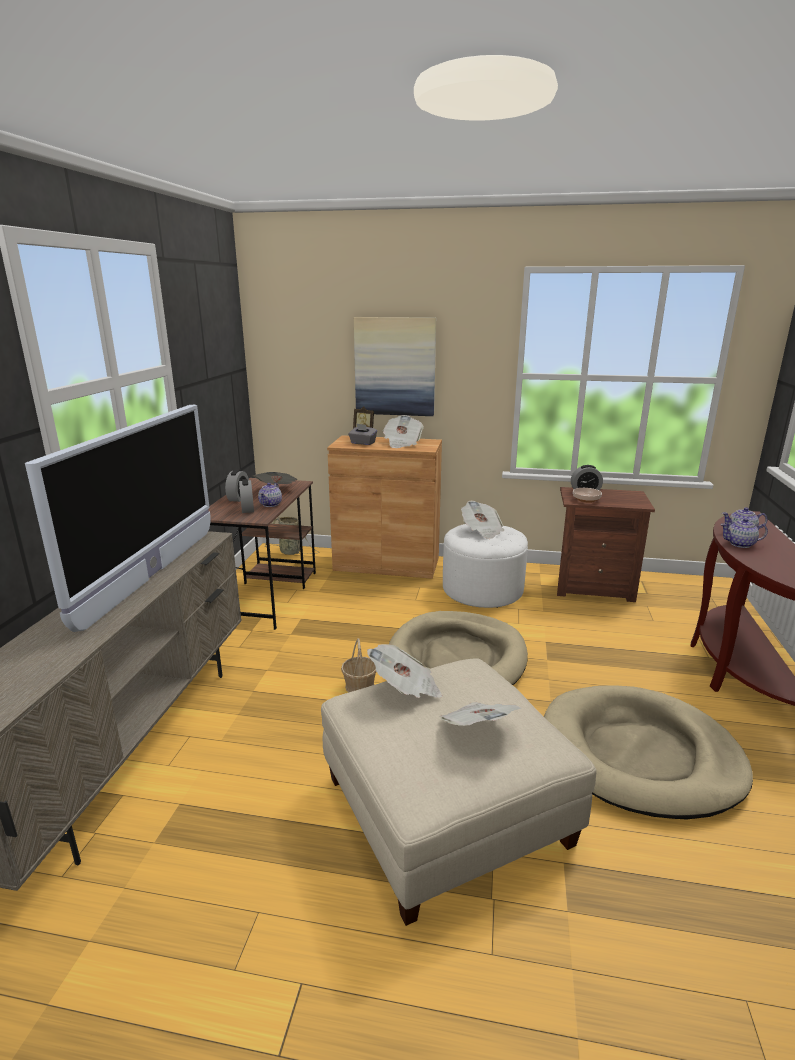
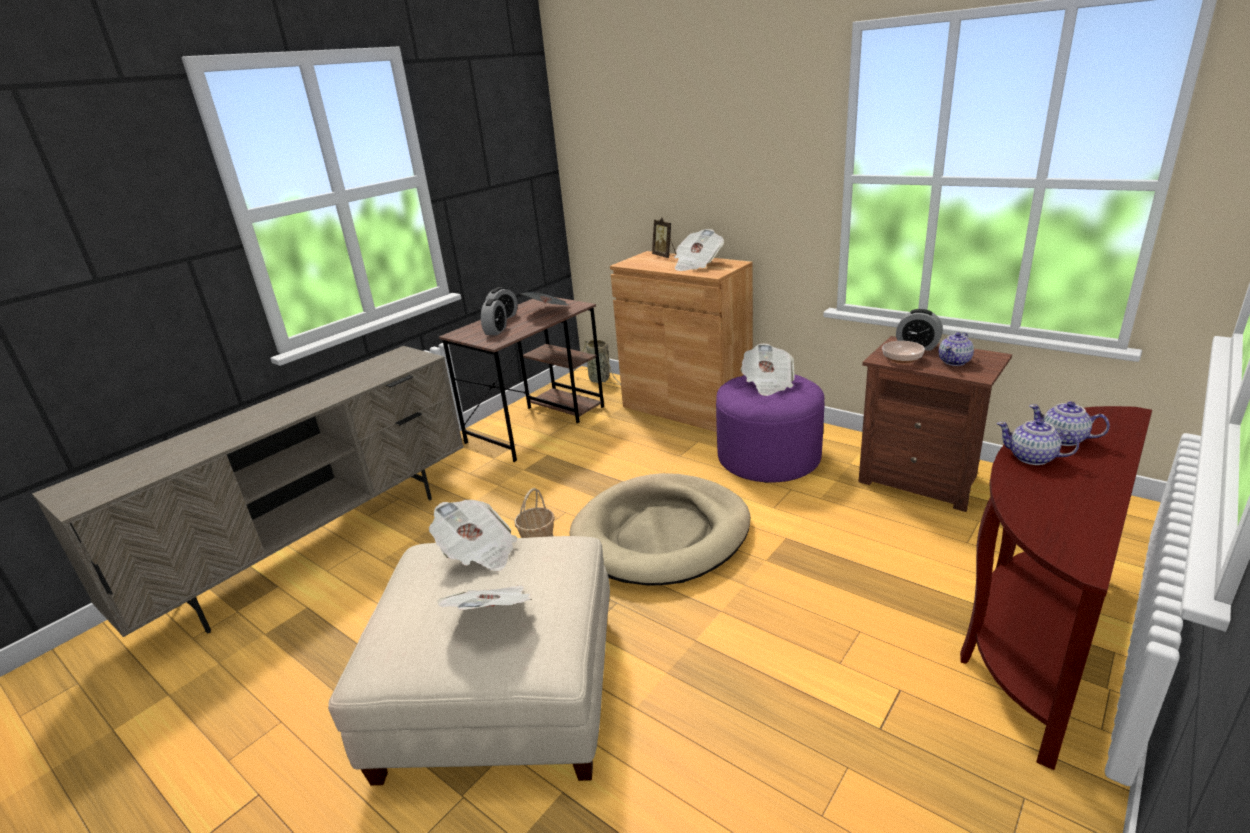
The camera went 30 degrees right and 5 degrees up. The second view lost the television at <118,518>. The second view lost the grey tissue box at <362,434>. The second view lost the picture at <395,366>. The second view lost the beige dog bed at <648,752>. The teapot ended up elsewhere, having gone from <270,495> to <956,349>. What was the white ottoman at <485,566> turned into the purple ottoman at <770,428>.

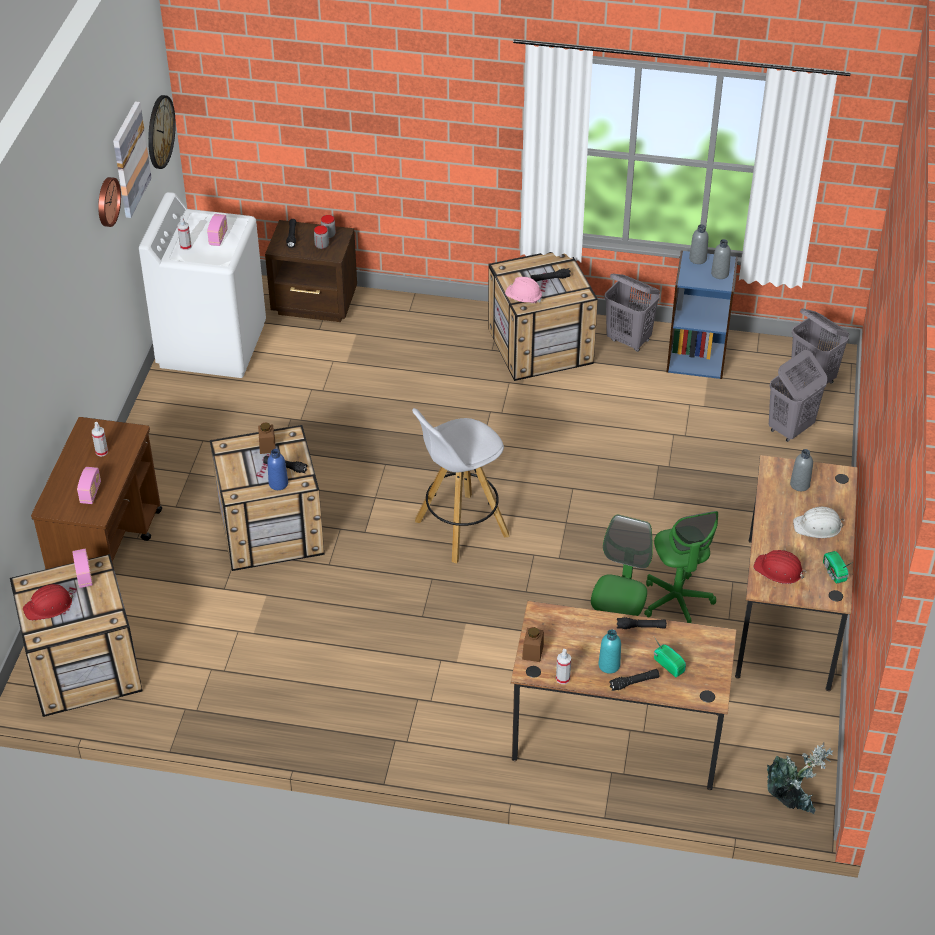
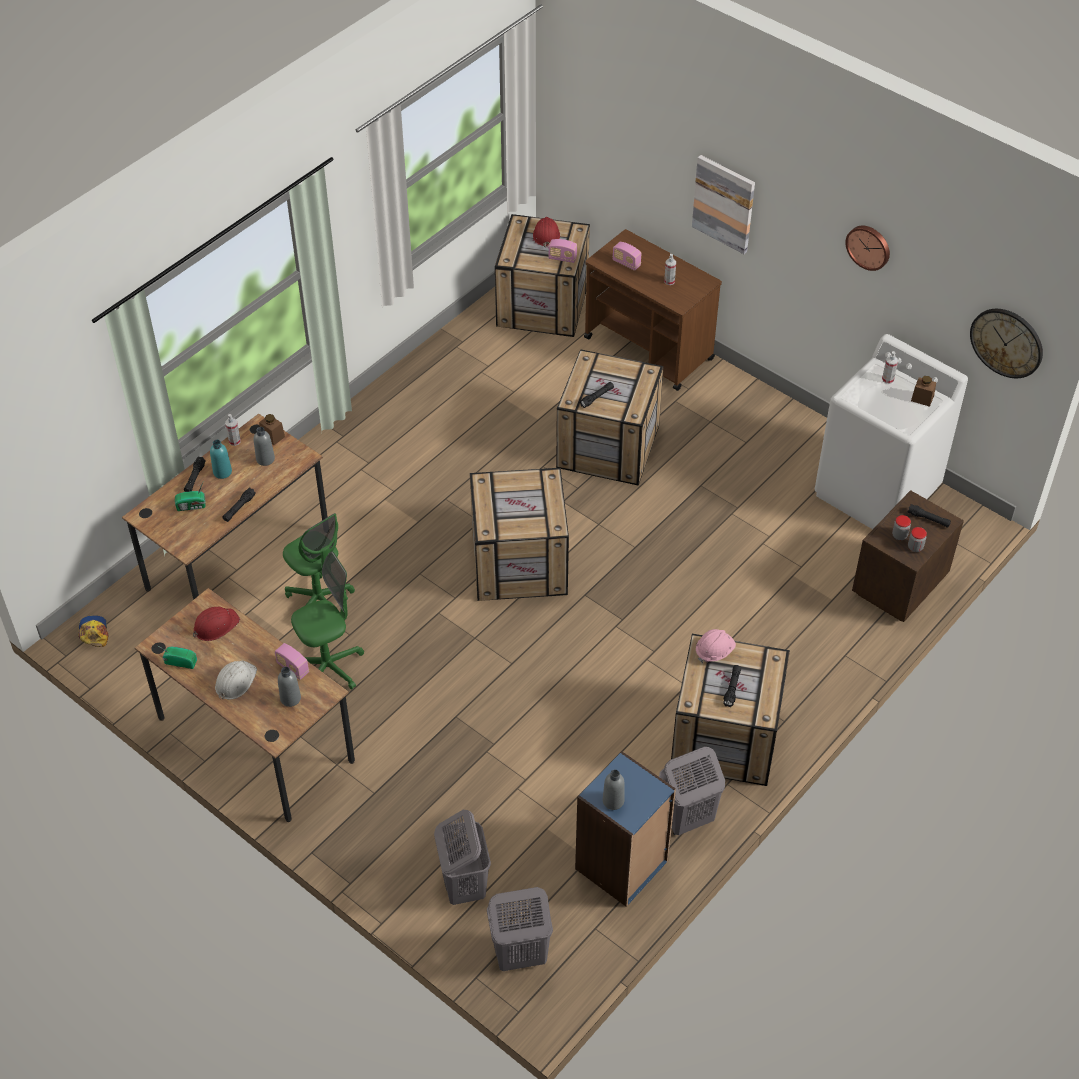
The camera went 120 degrees right and 5 degrees up. The second view lost the blue bottle at <277,469>. The picture ended up elsewhere, having gone from <132,159> to <723,204>. The radio ended up elsewhere, having gone from <217,230> to <292,661>. The brown jar ended up elsewhere, having gone from <267,438> to <923,391>. The grey bottle ended up elsewhere, having gone from <698,244> to <264,446>. Where the white stool stood at <460,486>, the crate came to stand at <519,534>. Where the potted plant stood at <800,778>, the cap came to stand at <93,631>. The green office chair at <681,567> ended up facing another way, 135 degrees clockwise from before.

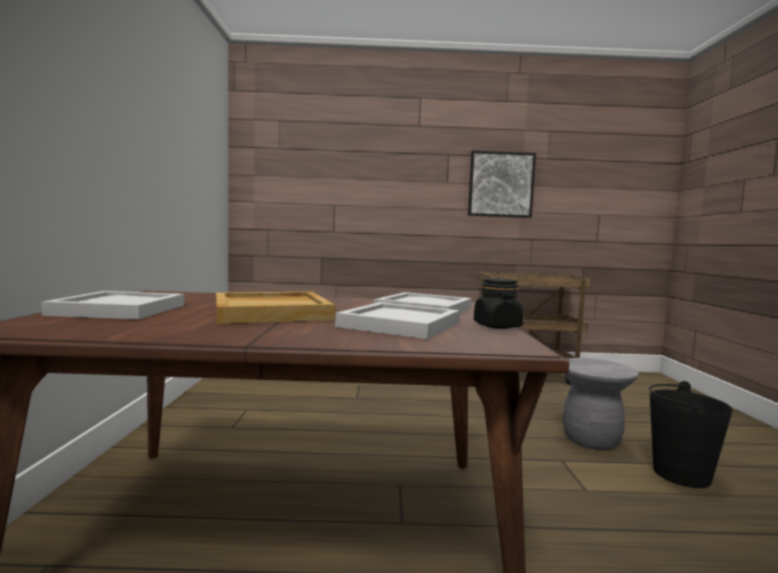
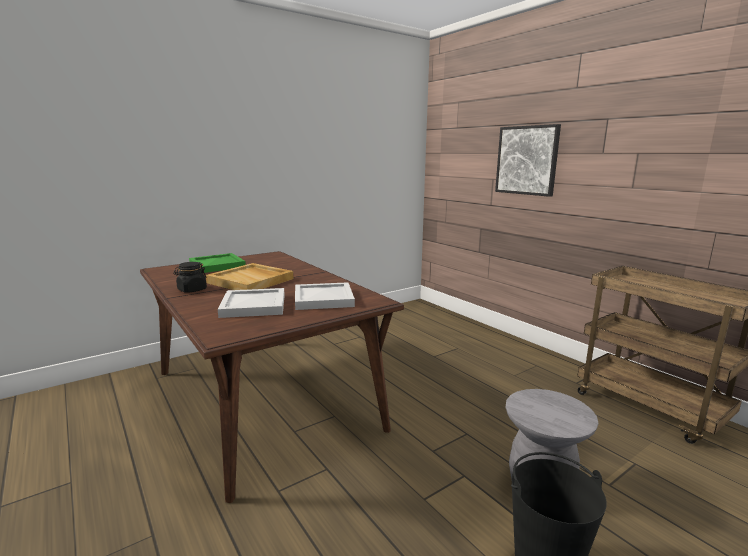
The camera went 55 degrees right and 10 degrees up. The picture ended up elsewhere, having gone from <502,184> to <528,160>. The black jar ended up elsewhere, having gone from <499,303> to <190,277>. What was the white tray at <112,305> turned into the green tray at <217,263>.

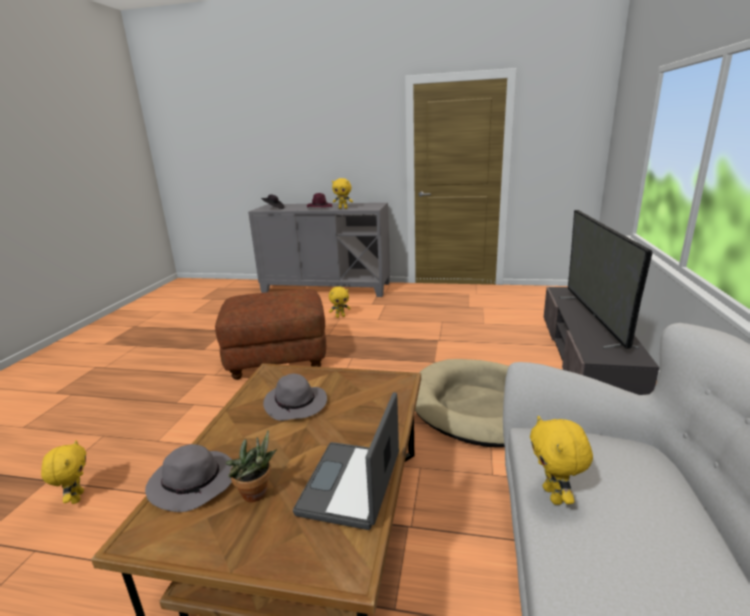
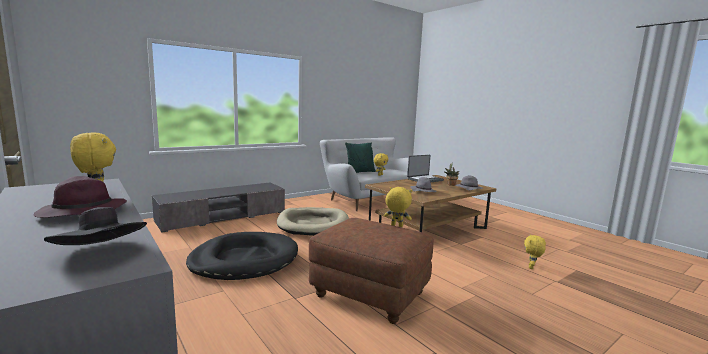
The camera went 140 degrees left and 10 degrees down. The second view lost the television at <606,279>. The second view gained the black dog bed at <242,256>. The second view gained the green pillow at <360,157>. The yellow plush toy ended up elsewhere, having gone from <340,302> to <398,207>.

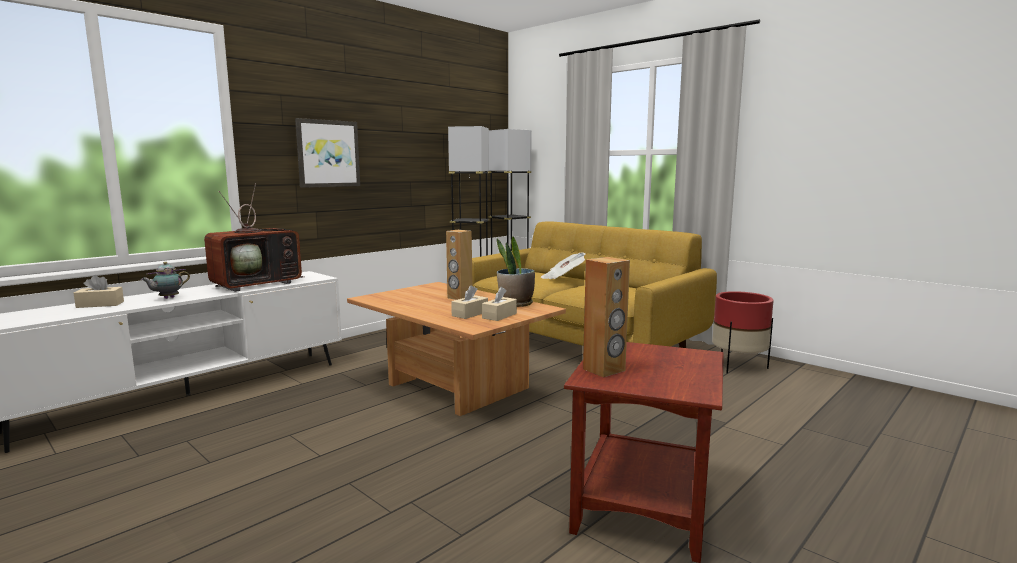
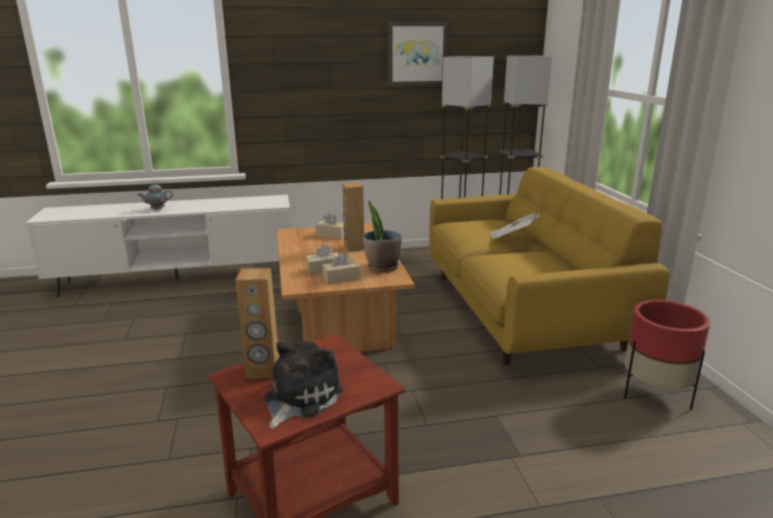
The camera went 35 degrees right and 10 degrees up. The second view lost the television at <254,237>. The second view gained the plush toy at <304,385>. The beige tissue box ended up elsewhere, having gone from <99,291> to <329,226>. The picture ended up elsewhere, having gone from <327,153> to <417,53>.

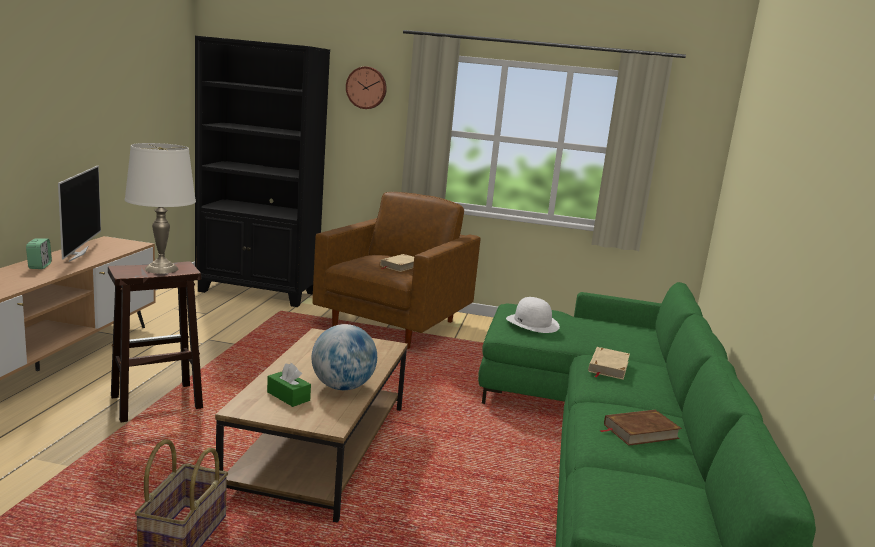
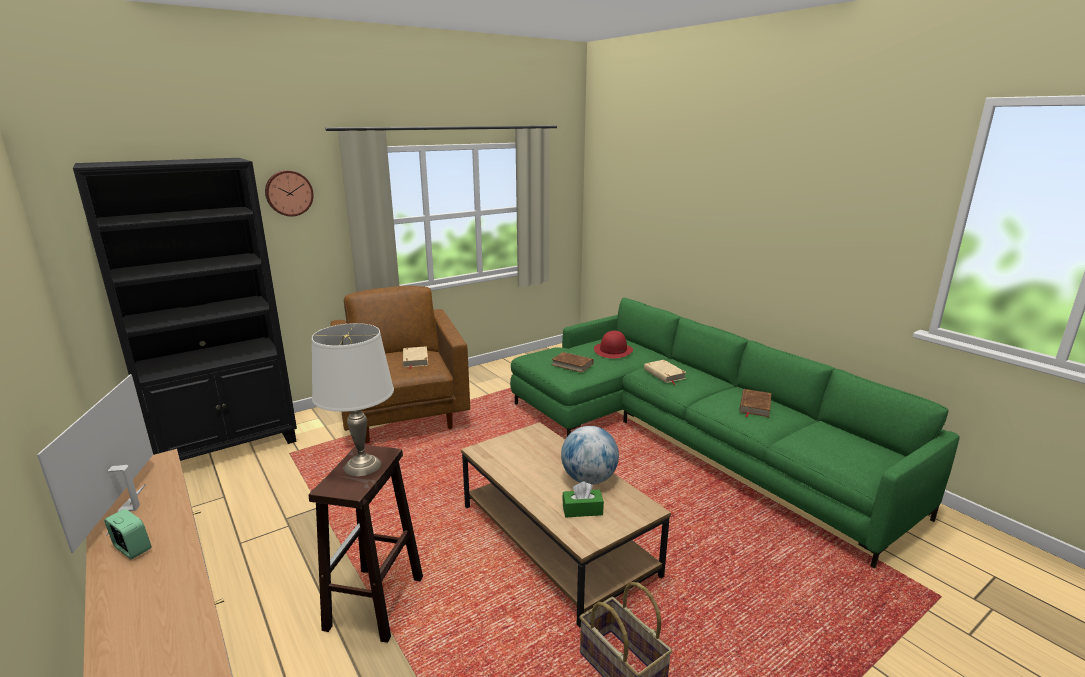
The camera went 45 degrees left and 5 degrees up. The second view gained the red hat at <613,344>. Where the white hat stood at <533,315>, the brown book came to stand at <572,362>. The television at <79,213> ended up facing another way, 135 degrees counterclockwise from before.

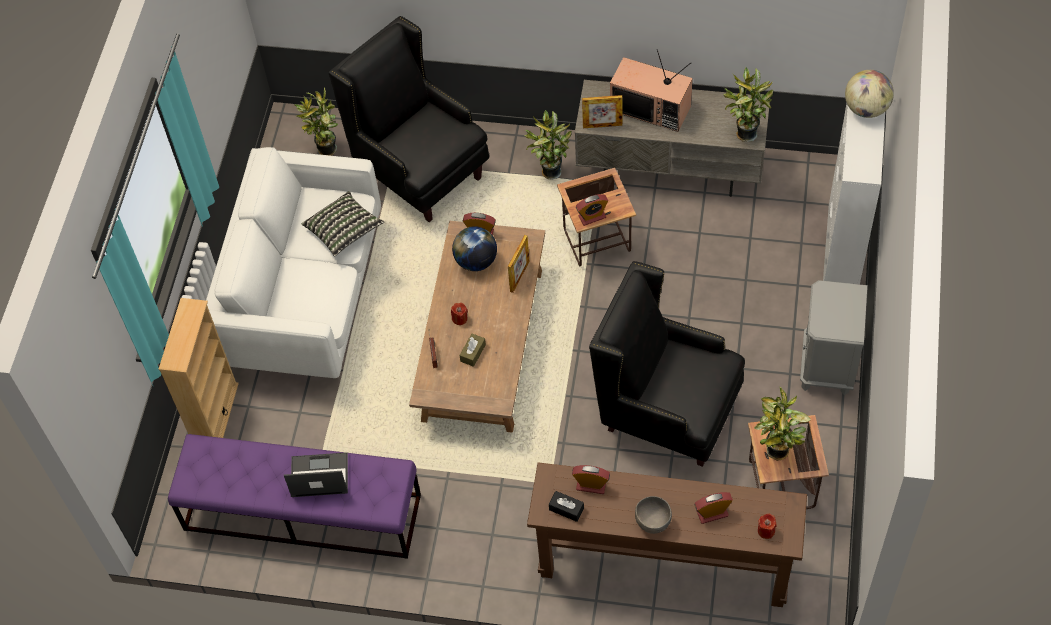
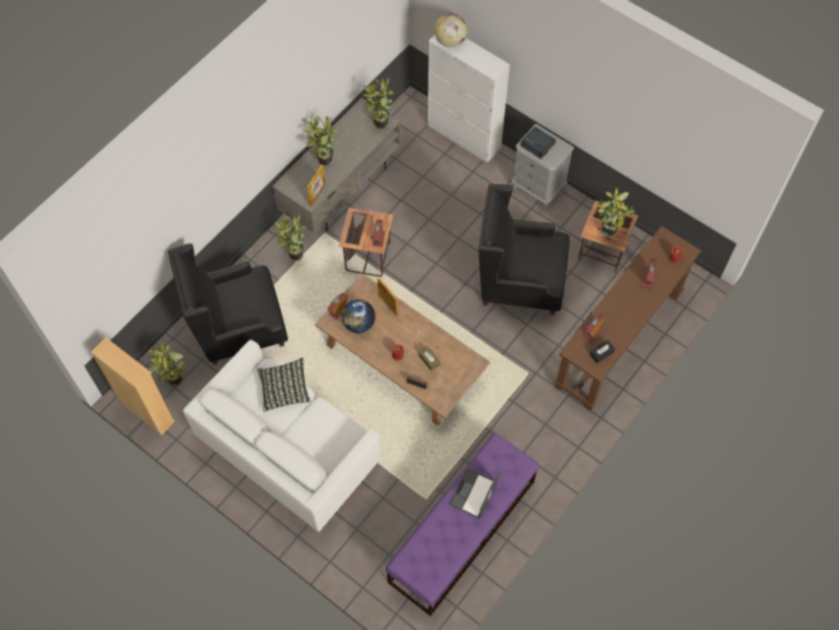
The camera went 65 degrees left and 5 degrees up. The second view lost the grey bowl at <653,515>. The second view gained the alarm clock at <538,143>. The beige bookcase ended up elsewhere, having gone from <199,368> to <133,386>. Where the television stood at <651,90>, the potted plant came to stand at <320,141>. The black armchair at <667,364> ended up facing another way, 45 degrees clockwise from before.

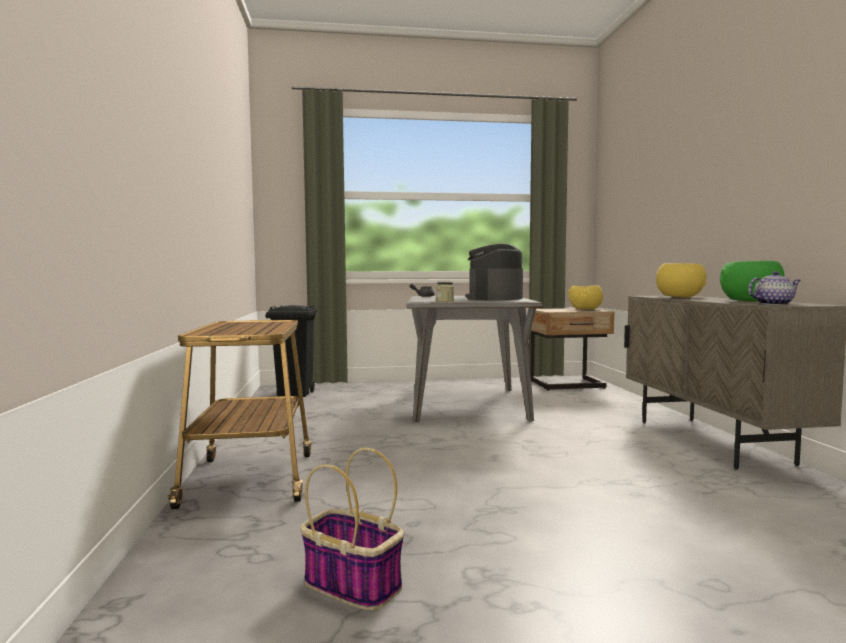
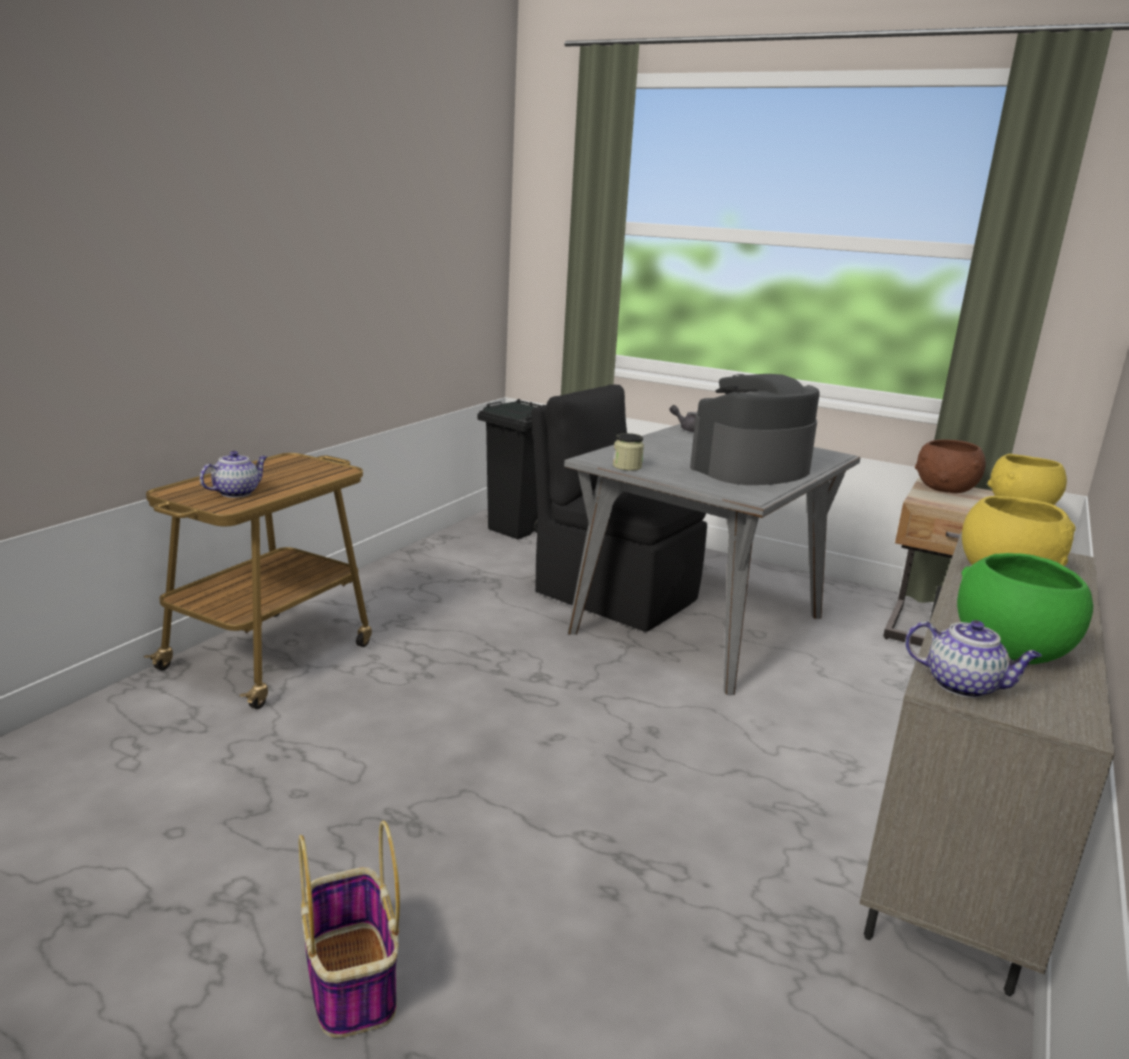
The camera went 35 degrees right and 15 degrees up. The second view gained the teapot at <233,474>. The second view gained the black chair at <619,508>. The second view gained the brown bowl at <950,466>. The basket ended up elsewhere, having gone from <352,529> to <349,929>.

